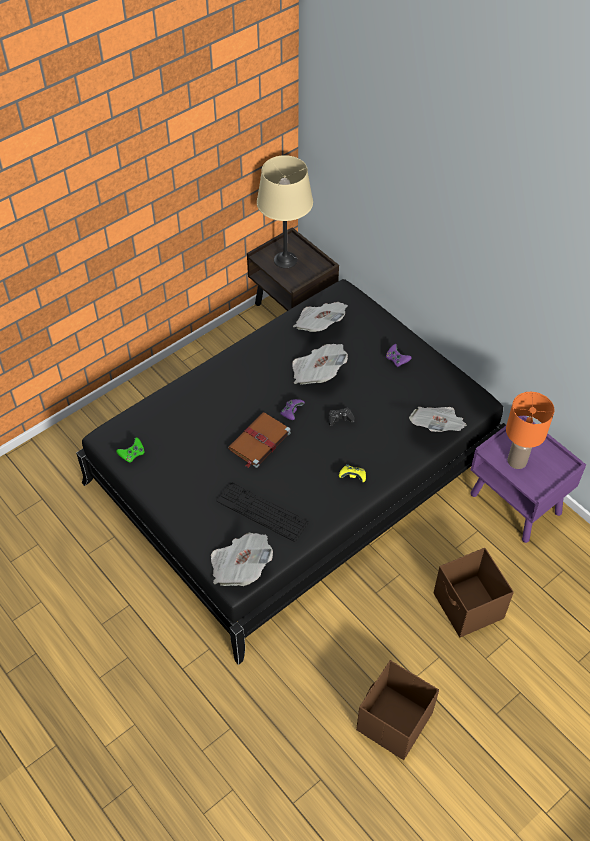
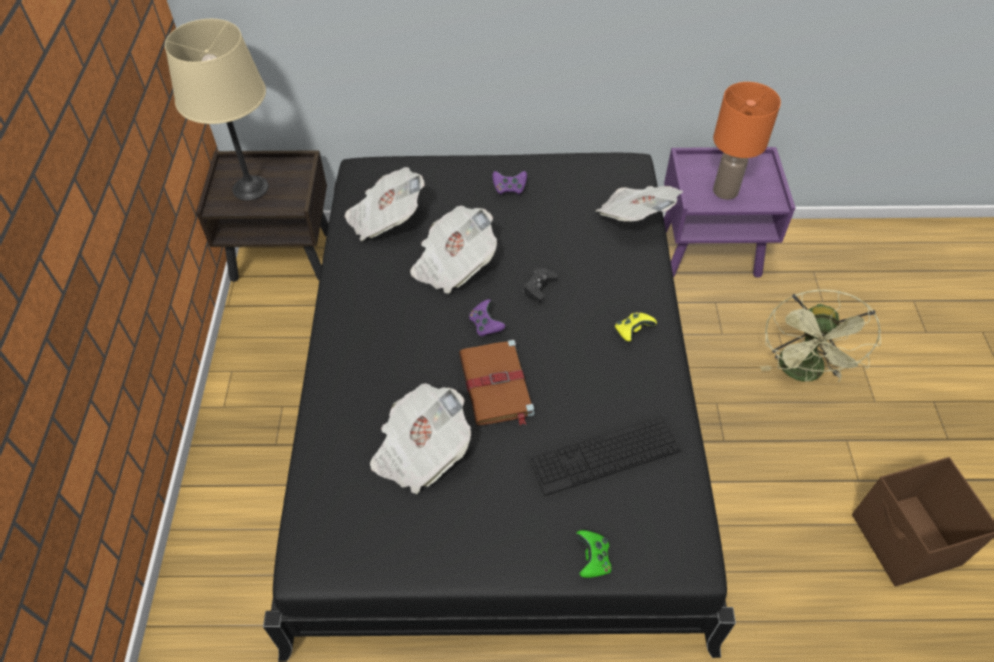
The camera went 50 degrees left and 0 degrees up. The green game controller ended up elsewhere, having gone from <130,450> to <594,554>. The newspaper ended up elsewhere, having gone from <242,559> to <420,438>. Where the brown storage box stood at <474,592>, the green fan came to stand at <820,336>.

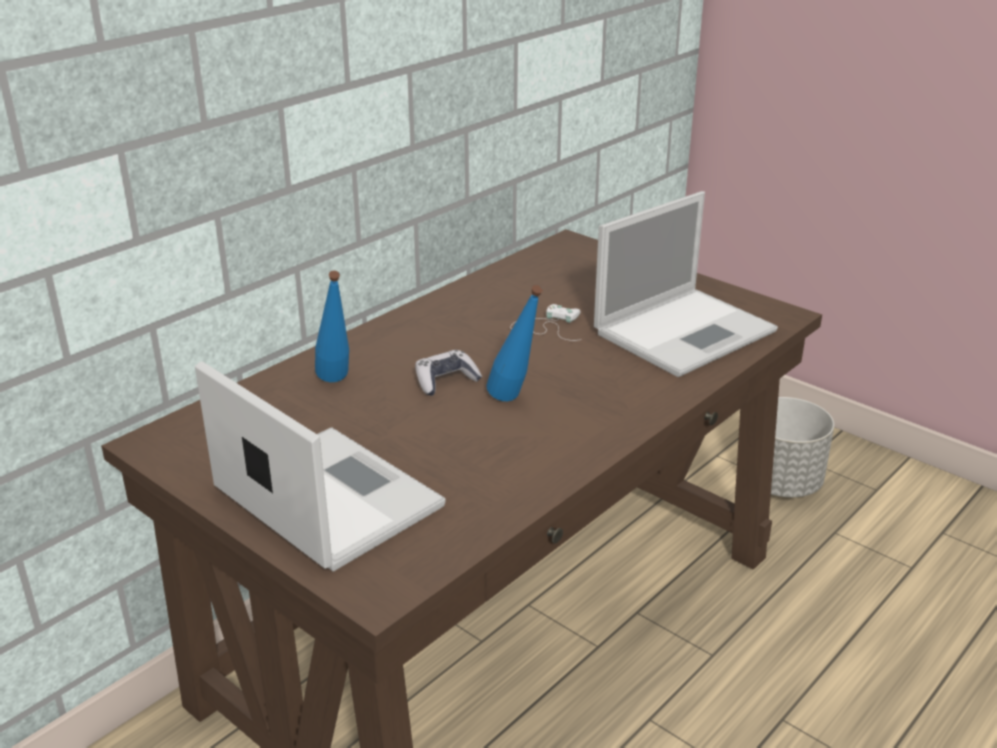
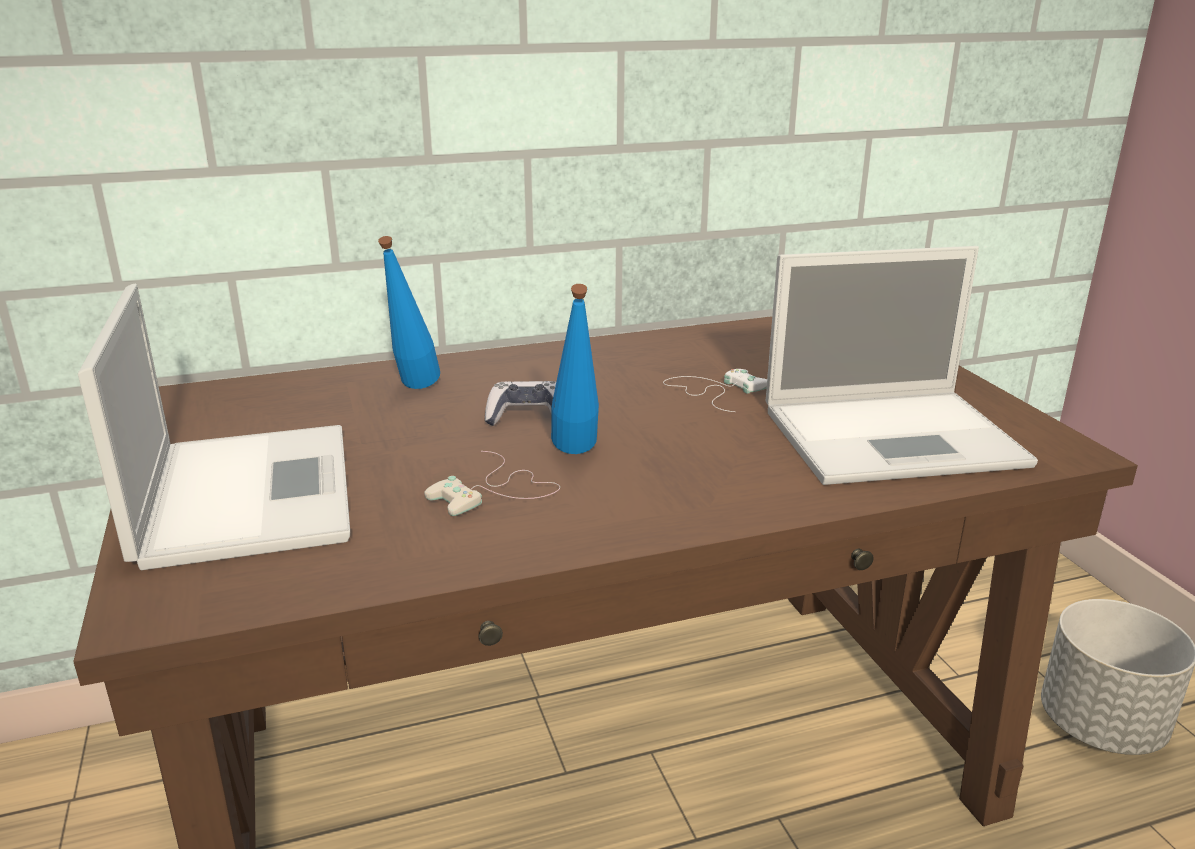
The camera went 30 degrees right and 5 degrees down. The second view gained the white game controller at <492,483>.

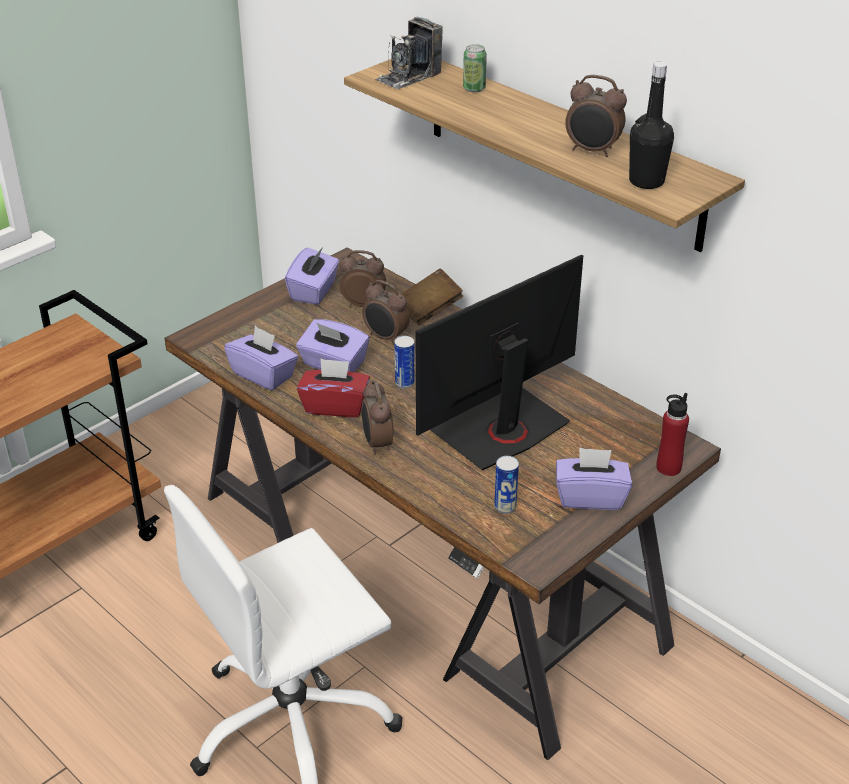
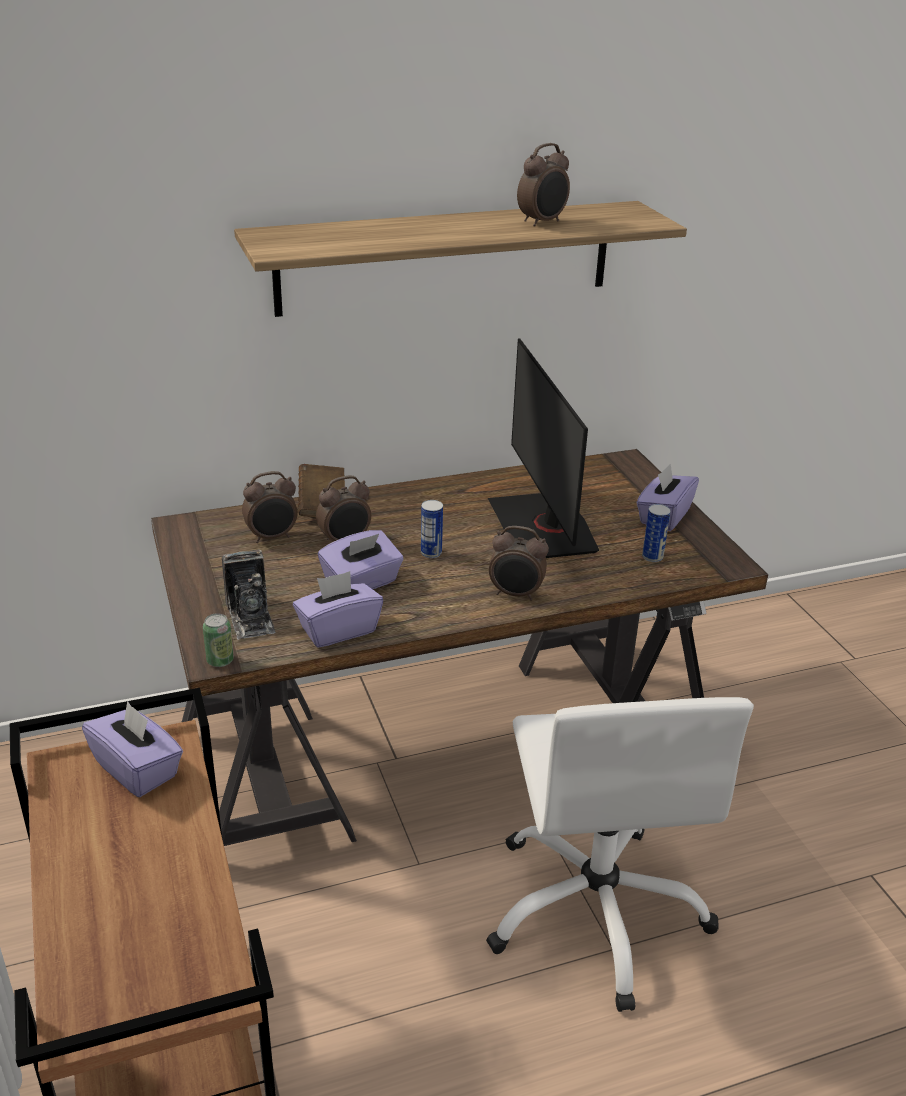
The camera went 65 degrees left and 5 degrees down. The second view lost the red tissue box at <333,387>. The second view lost the black bottle at <651,125>. The second view lost the red bottle at <672,434>. The purple tissue box ended up elsewhere, having gone from <312,276> to <132,748>. The photo camera ended up elsewhere, having gone from <409,53> to <249,594>. The can ended up elsewhere, having gone from <475,68> to <218,640>. The alarm clock at <362,278> ended up facing another way, 150 degrees counterclockwise from before.

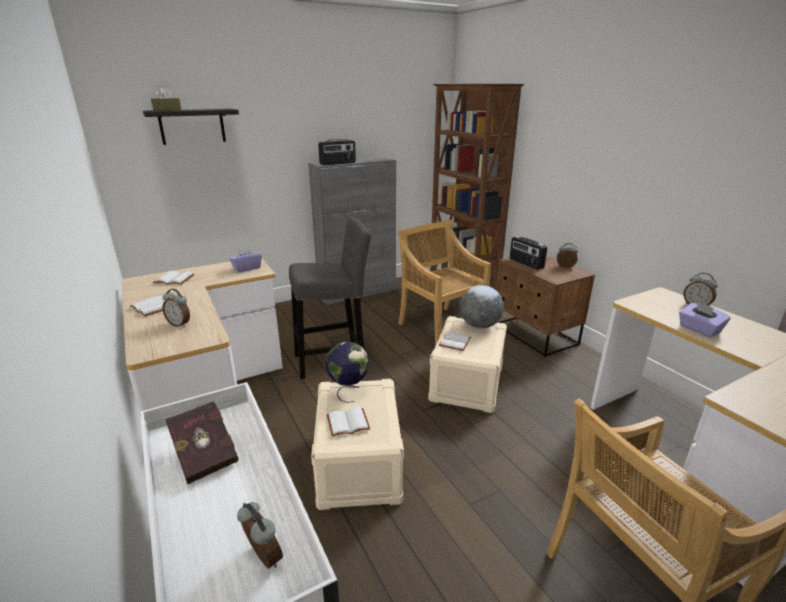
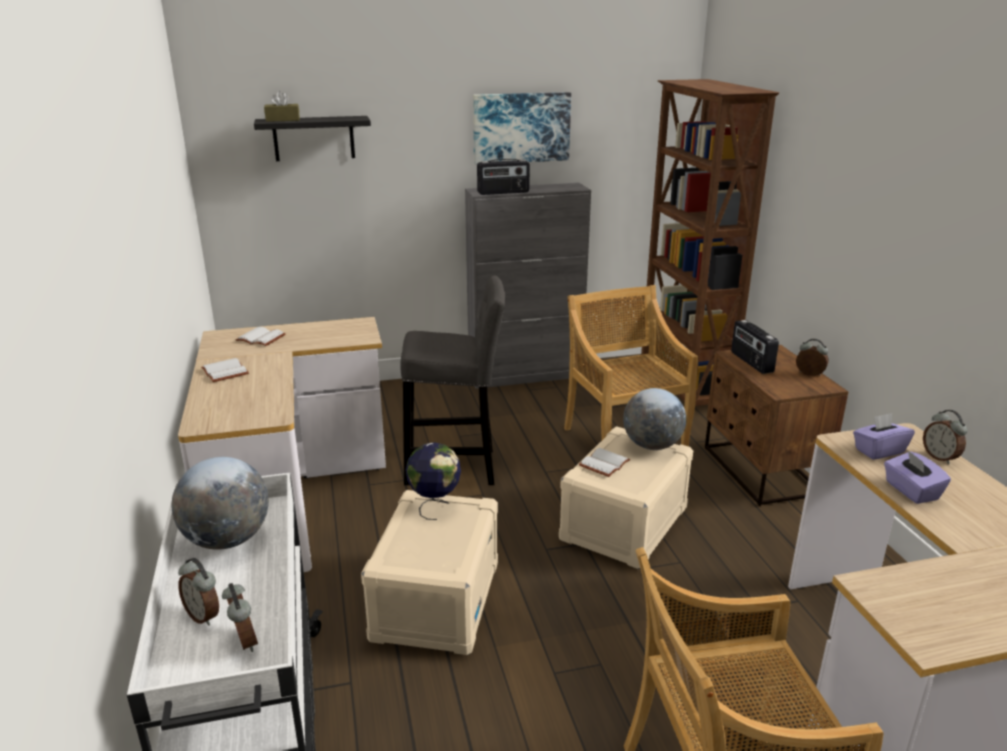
The camera went 15 degrees right and 0 degrees up. The second view lost the white book at <348,422>. The second view gained the picture at <522,128>. The alarm clock ended up elsewhere, having gone from <176,308> to <198,592>. The purple tissue box ended up elsewhere, having gone from <245,259> to <884,436>. Where the red book stood at <201,442>, the globe came to stand at <220,503>.

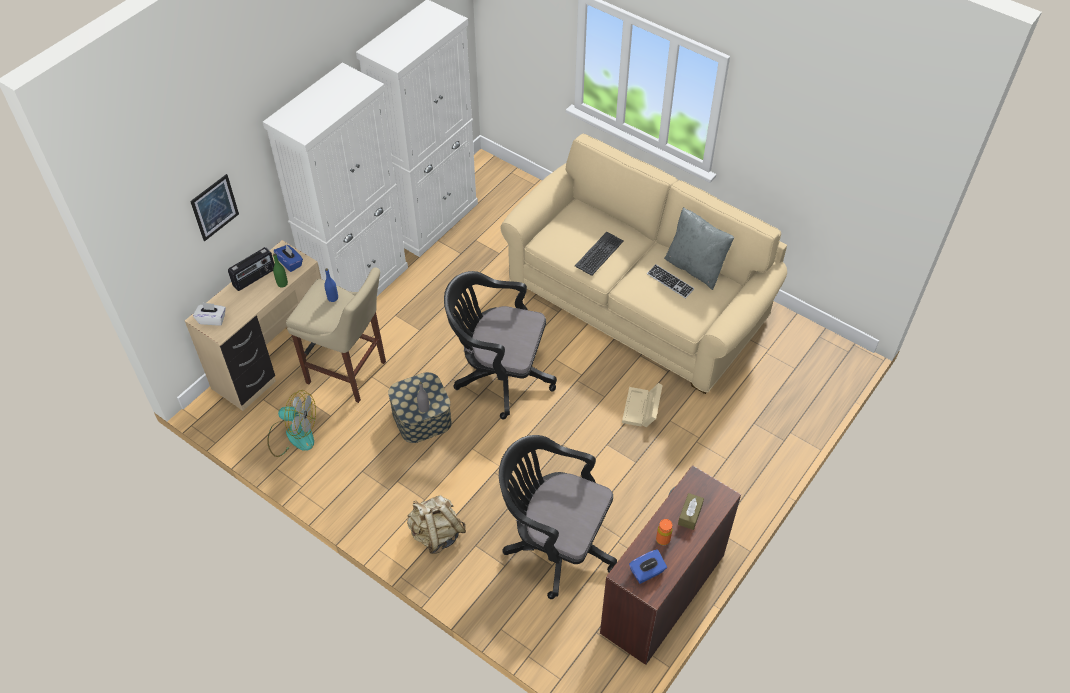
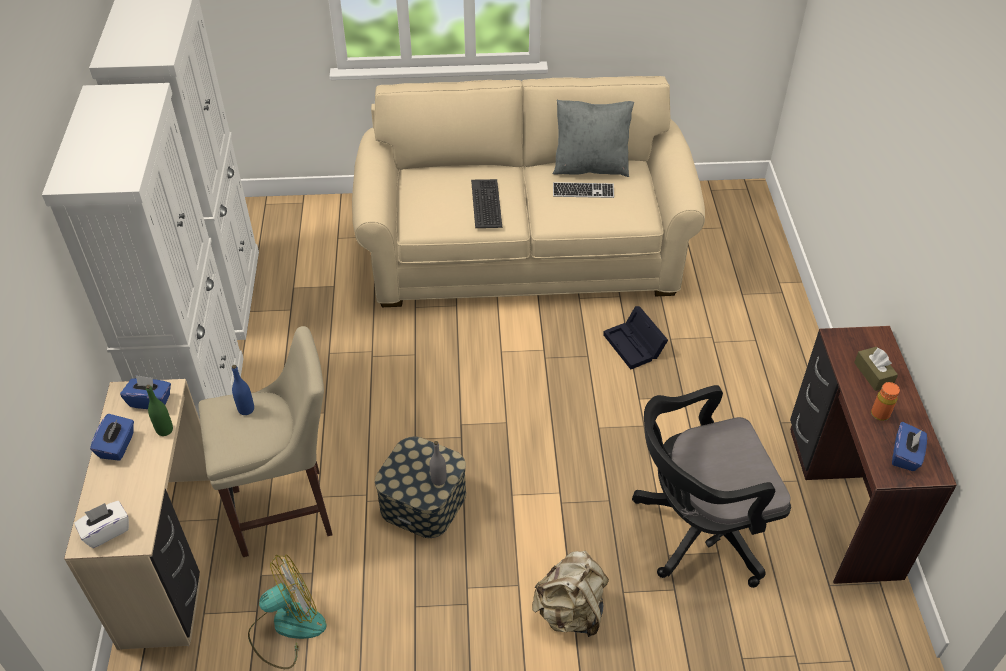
The camera went 40 degrees left and 5 degrees down. The second view lost the picture at <214,207>. The second view lost the black office chair at <500,345>. Where the radio stood at <251,269>, the blue tissue box came to stand at <112,437>. What was the beige storage box at <642,405> turned into the black storage box at <635,338>.

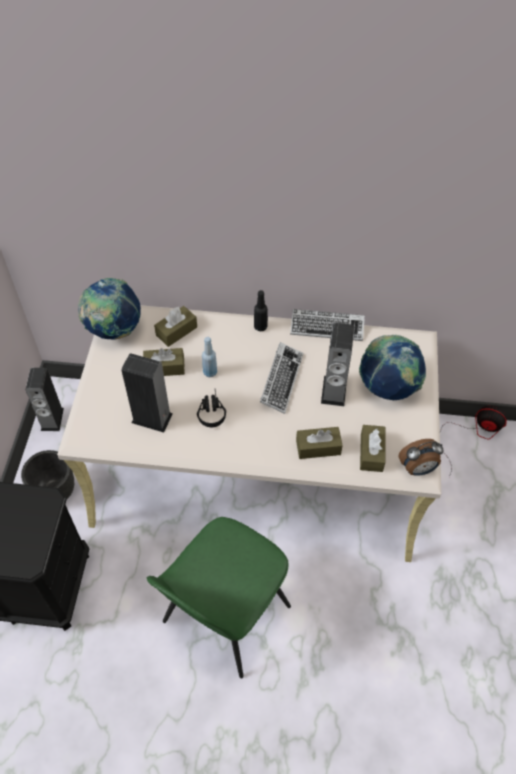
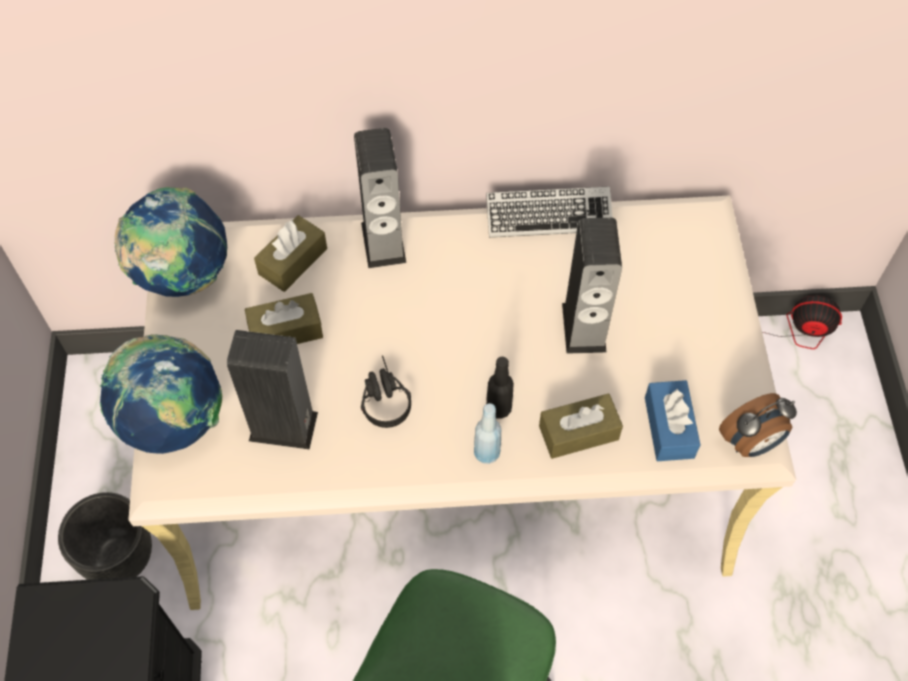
The camera went 10 degrees left and 5 degrees up. The second view lost the keyboard at <281,378>. The speaker ended up elsewhere, having gone from <45,399> to <380,198>. The blue bottle ended up elsewhere, having gone from <209,357> to <488,433>. The black bottle ended up elsewhere, having gone from <261,310> to <500,388>. The globe ended up elsewhere, having gone from <392,367> to <161,394>. What was the brown tissue box at <372,448> turned into the blue tissue box at <672,420>.

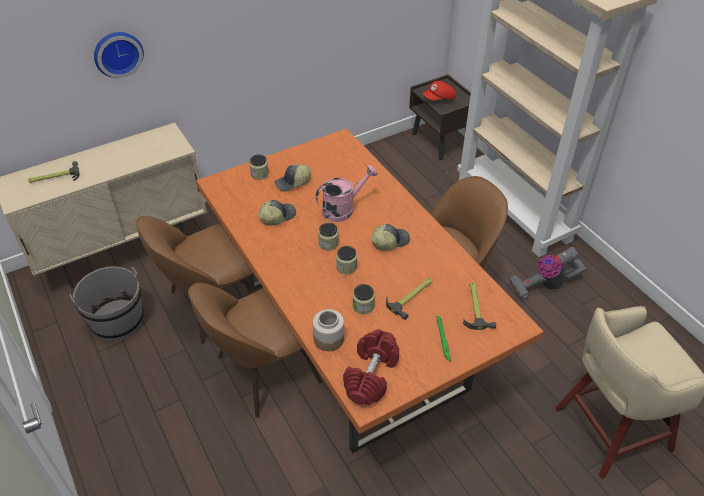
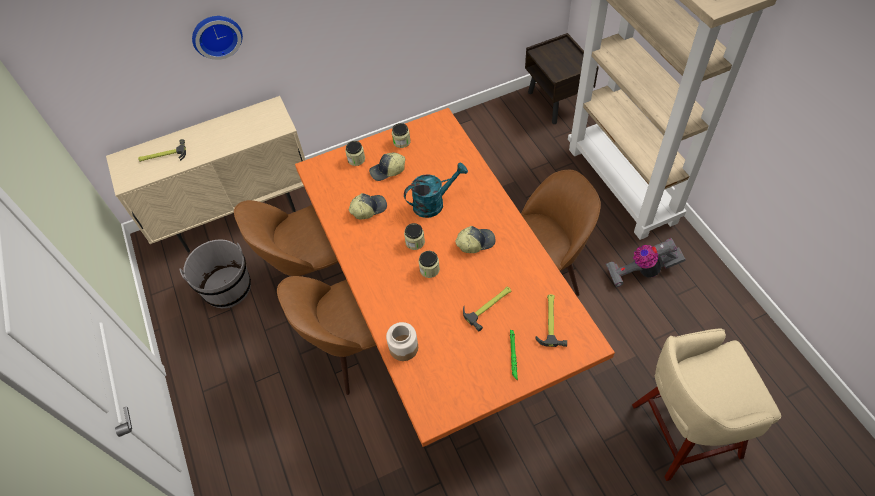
The camera went 10 degrees right and 10 degrees up. The second view lost the red dumbbell at <371,367>. The second view lost the red cap at <439,91>. The jar ended up elsewhere, having gone from <364,299> to <401,135>. What was the pink watering can at <346,193> turned into the turquoise watering can at <436,190>.

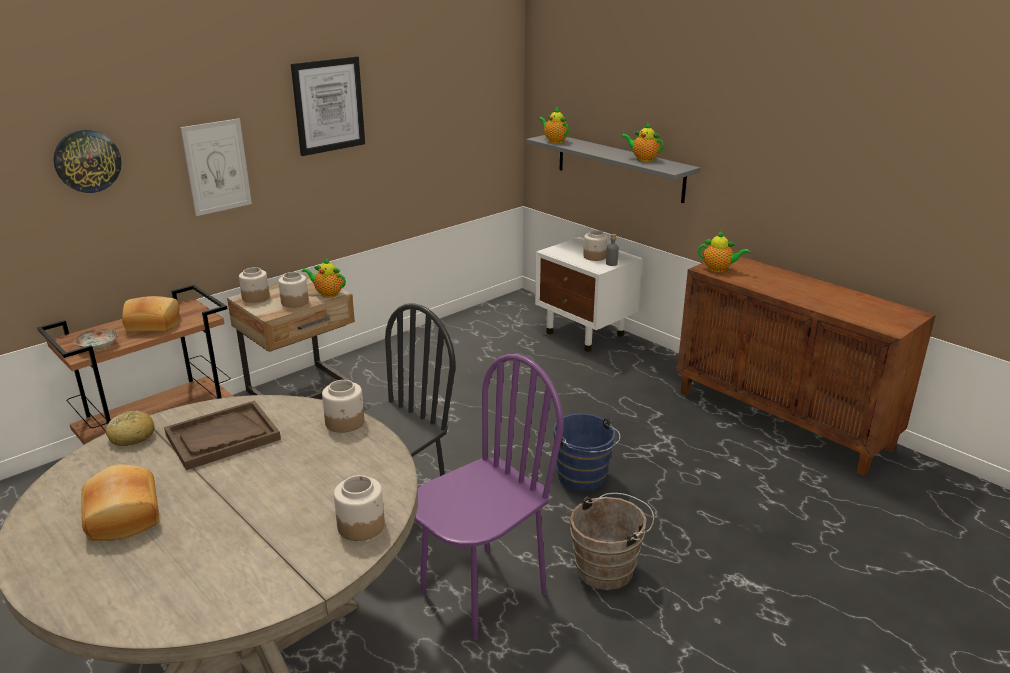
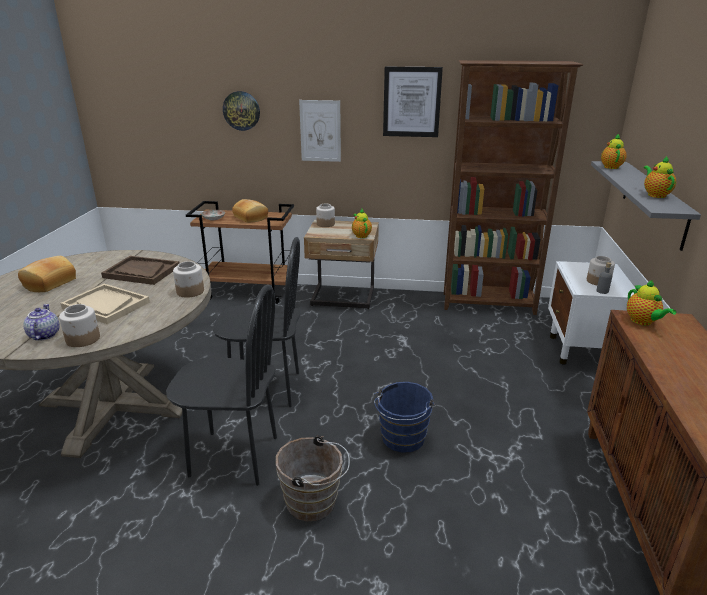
The camera went 50 degrees right and 0 degrees up. The second view lost the bread at <130,428>. The second view lost the jar at <293,290>. The second view gained the teapot at <41,322>. The second view gained the beige tray at <105,304>. The second view gained the brown bookcase at <513,187>. What was the purple chair at <489,497> turned into the black chair at <221,385>.

